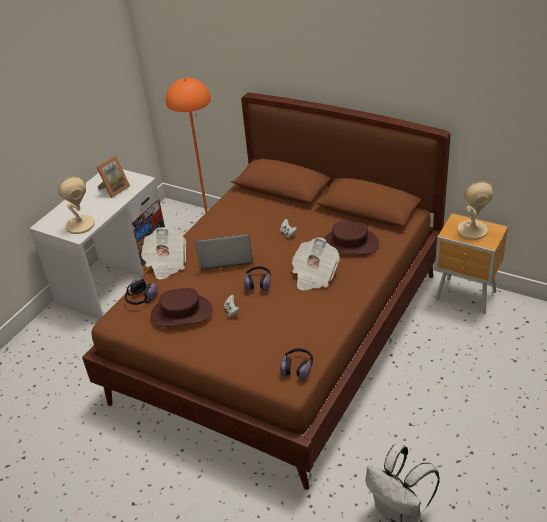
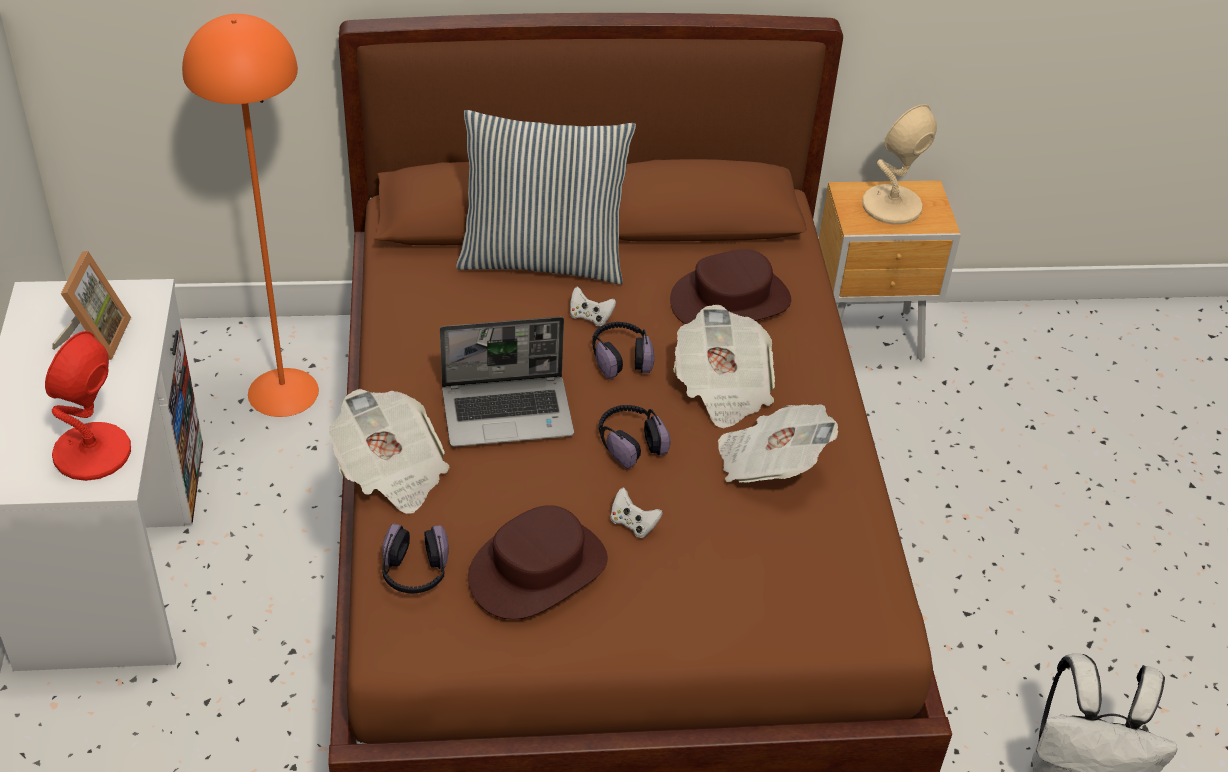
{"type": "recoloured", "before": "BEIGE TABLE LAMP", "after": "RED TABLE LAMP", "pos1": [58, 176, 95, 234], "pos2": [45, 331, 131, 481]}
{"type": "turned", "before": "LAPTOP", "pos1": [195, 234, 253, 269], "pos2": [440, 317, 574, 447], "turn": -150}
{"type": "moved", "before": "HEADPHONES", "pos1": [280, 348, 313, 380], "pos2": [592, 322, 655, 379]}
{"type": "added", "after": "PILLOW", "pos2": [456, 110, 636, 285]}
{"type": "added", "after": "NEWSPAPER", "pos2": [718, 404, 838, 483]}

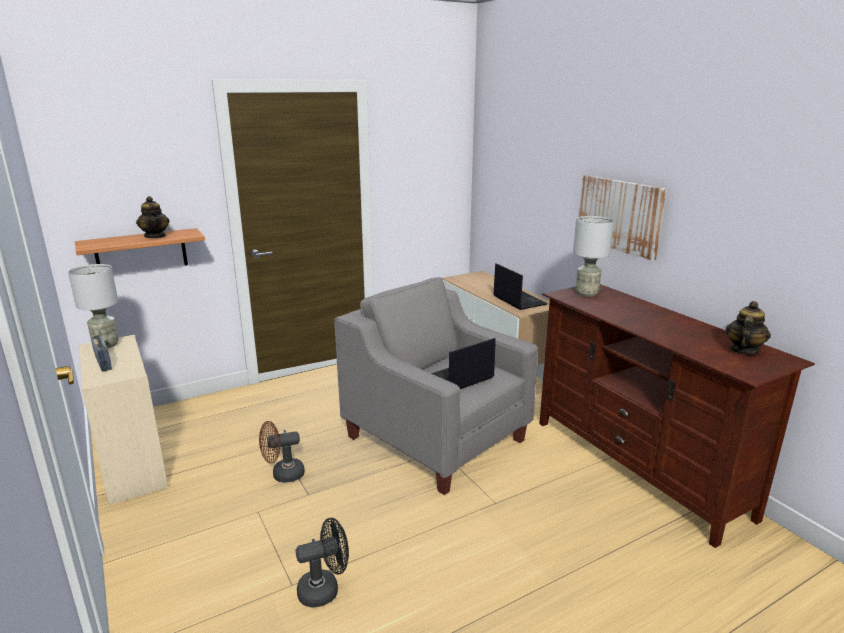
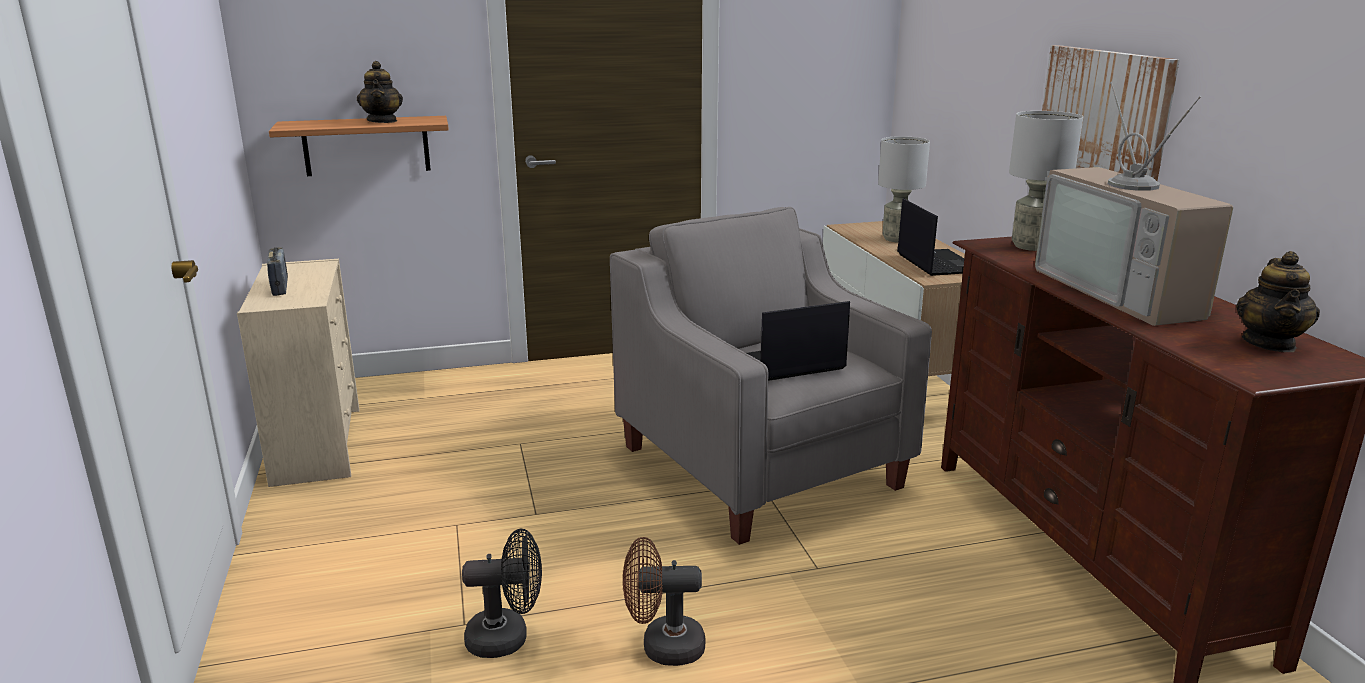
{"type": "moved", "before": "GREY TABLE LAMP", "pos1": [68, 264, 119, 348], "pos2": [878, 136, 930, 243]}
{"type": "moved", "before": "BROWN FAN", "pos1": [259, 421, 305, 483], "pos2": [623, 537, 705, 666]}
{"type": "turned", "before": "TEAPOT", "pos1": [726, 301, 771, 355], "pos2": [1236, 251, 1320, 352], "turn": 150}
{"type": "added", "after": "TELEVISION", "pos2": [1035, 82, 1233, 326]}

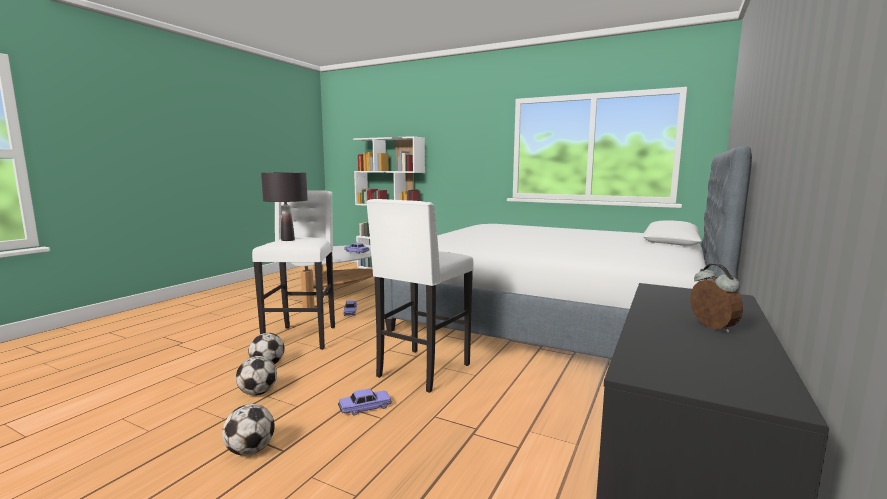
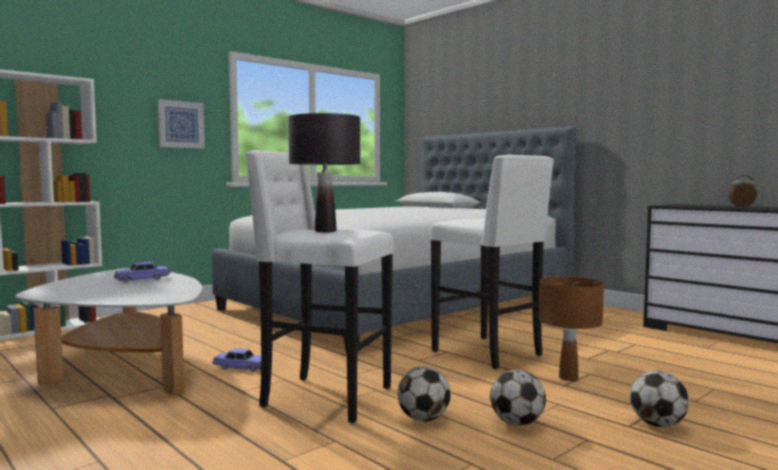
{"type": "replaced", "before": "TOY CAR", "after": "BROWN TABLE LAMP", "pos1": [338, 389, 392, 415], "pos2": [539, 277, 604, 381]}
{"type": "added", "after": "PICTURE", "pos2": [157, 99, 205, 149]}

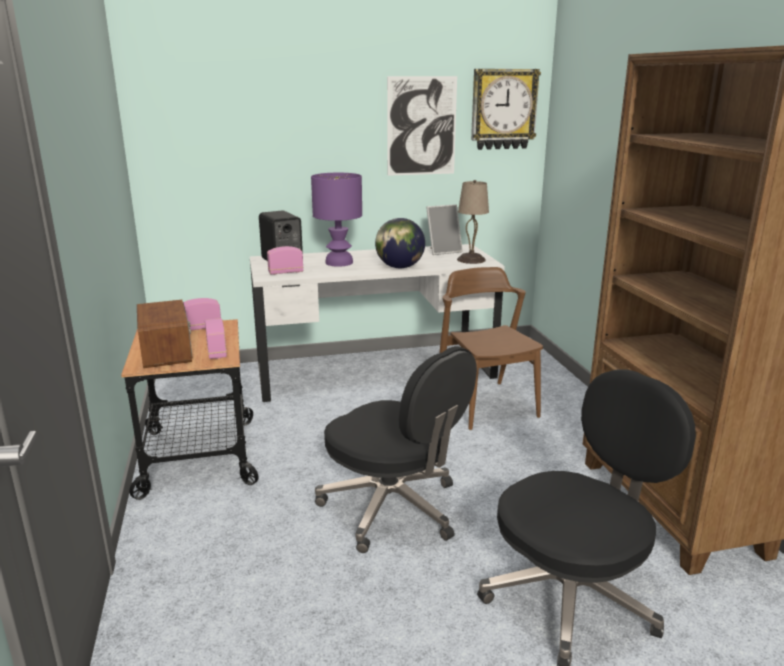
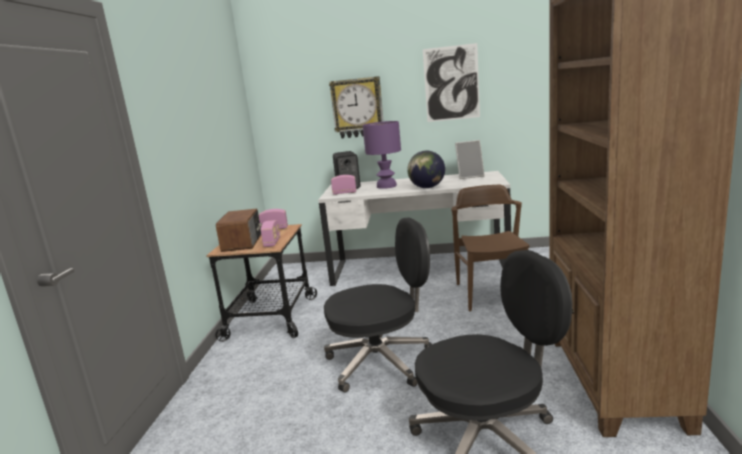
{"type": "turned", "before": "BLACK OFFICE CHAIR", "pos1": [315, 346, 477, 553], "pos2": [324, 218, 432, 393], "turn": -75}
{"type": "removed", "before": "BEIGE TABLE LAMP", "pos1": [457, 180, 489, 264]}
{"type": "moved", "before": "WALL CLOCK", "pos1": [471, 69, 541, 150], "pos2": [329, 76, 384, 138]}

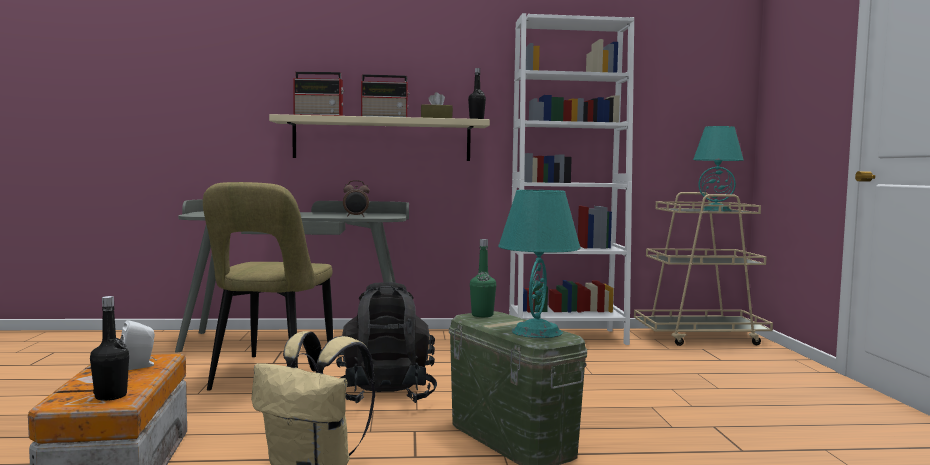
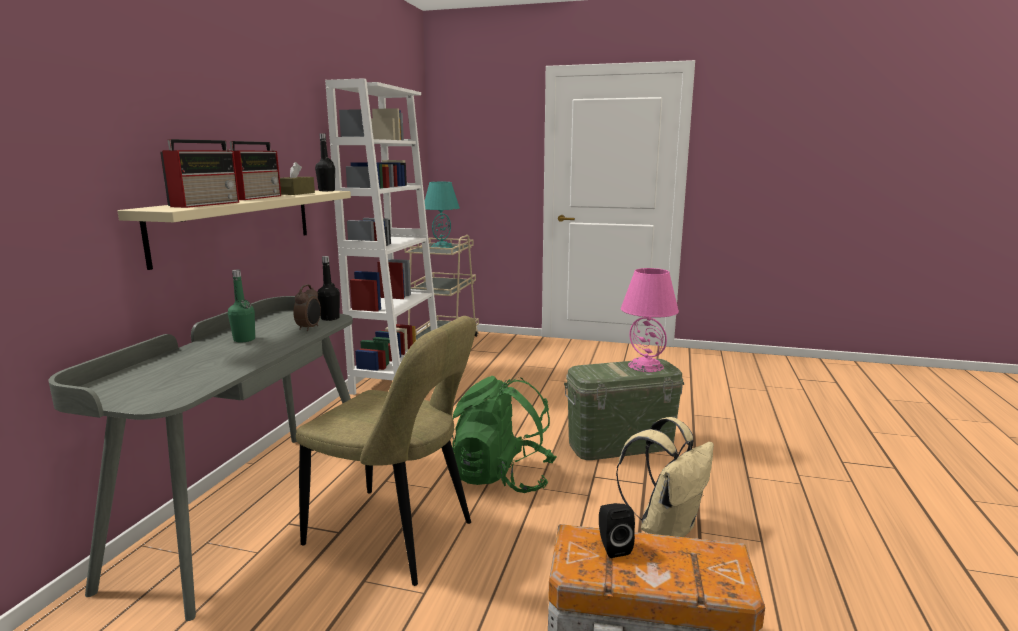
{"type": "moved", "before": "BLACK BOTTLE", "pos1": [90, 296, 129, 401], "pos2": [317, 256, 340, 321]}
{"type": "recoloured", "before": "WHITE SPEAKER", "after": "BLACK SPEAKER", "pos1": [120, 320, 157, 370], "pos2": [599, 503, 635, 558]}
{"type": "recoloured", "before": "BLACK BACKPACK", "after": "GREEN BACKPACK", "pos1": [336, 282, 437, 404], "pos2": [452, 376, 557, 493]}
{"type": "moved", "before": "GREEN BOTTLE", "pos1": [470, 239, 496, 317], "pos2": [228, 269, 255, 343]}
{"type": "recoloured", "before": "TURQUOISE TABLE LAMP", "after": "PINK TABLE LAMP", "pos1": [498, 190, 581, 338], "pos2": [621, 268, 679, 372]}

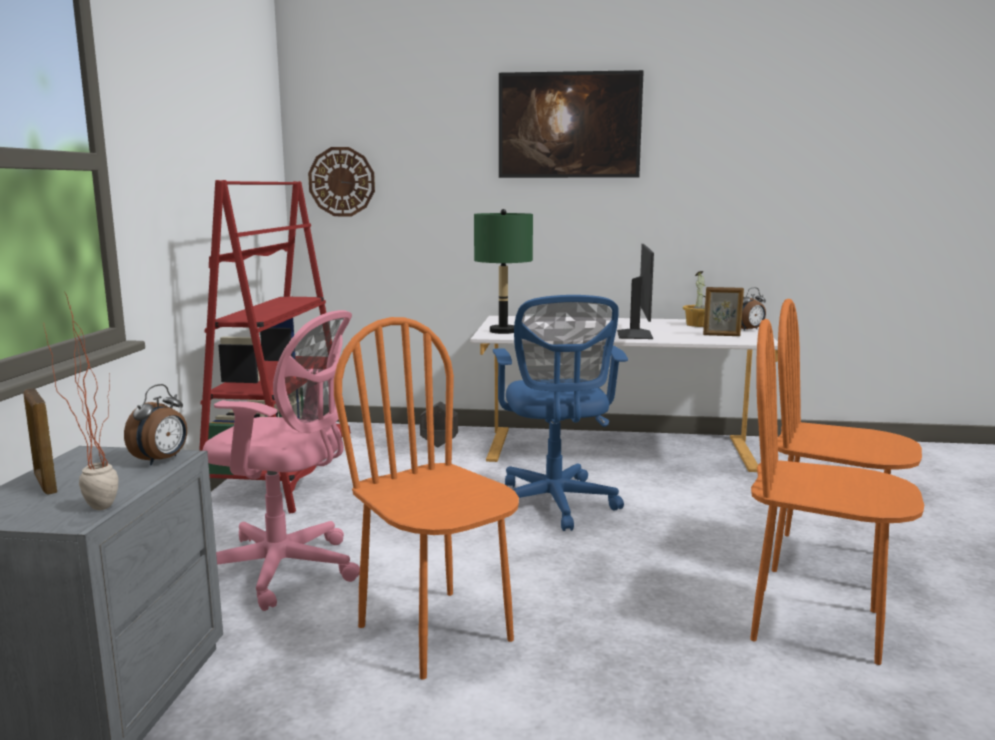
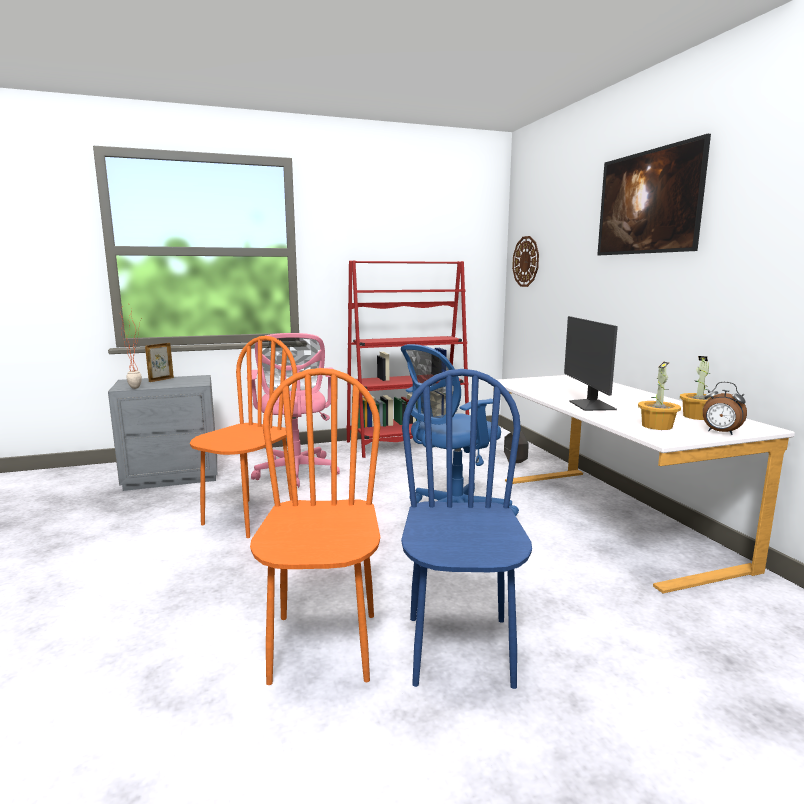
{"type": "removed", "before": "ALARM CLOCK", "pos1": [124, 384, 187, 465]}
{"type": "removed", "before": "GREEN TABLE LAMP", "pos1": [474, 209, 533, 334]}
{"type": "turned", "before": "MONITOR", "pos1": [617, 244, 654, 339], "pos2": [564, 316, 618, 411], "turn": 105}
{"type": "replaced", "before": "PICTURE FRAME", "after": "POTTED PLANT", "pos1": [703, 287, 744, 336], "pos2": [638, 362, 681, 430]}
{"type": "recoloured", "before": "ORANGE CHAIR", "after": "BLUE CHAIR", "pos1": [772, 299, 922, 572], "pos2": [401, 369, 532, 689]}

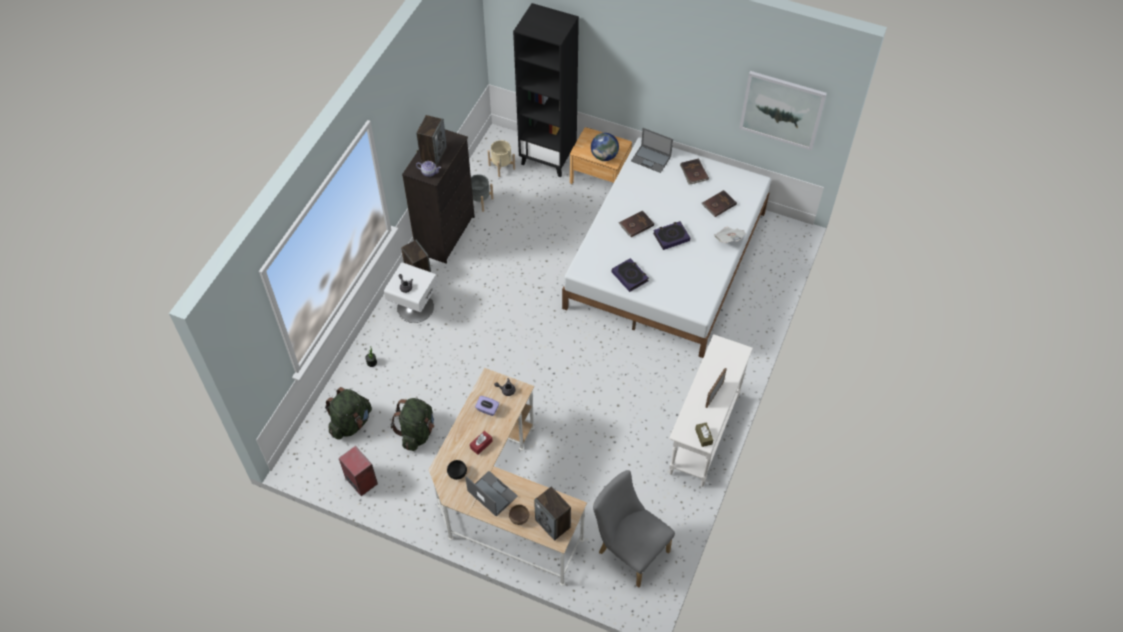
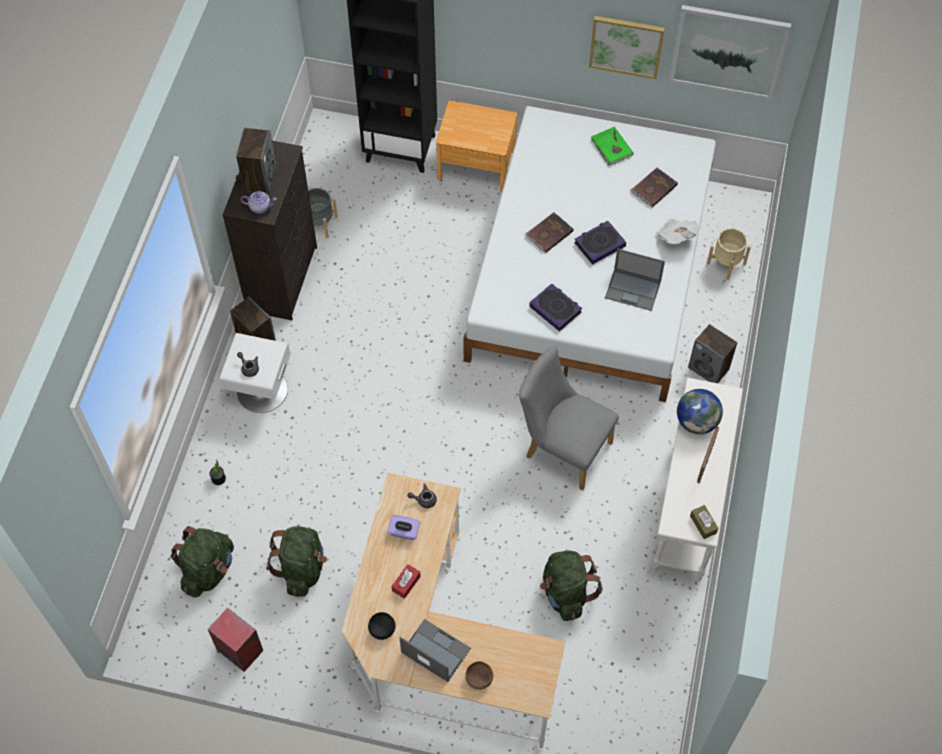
{"type": "moved", "before": "BEIGE PLANTER", "pos1": [488, 140, 515, 177], "pos2": [707, 228, 751, 280]}
{"type": "moved", "before": "SPEAKER", "pos1": [534, 487, 571, 541], "pos2": [688, 324, 737, 383]}
{"type": "moved", "before": "GLOBE", "pos1": [591, 133, 619, 161], "pos2": [677, 389, 723, 434]}
{"type": "moved", "before": "GREY CHAIR", "pos1": [593, 470, 675, 588], "pos2": [519, 346, 619, 491]}
{"type": "moved", "before": "LAPTOP", "pos1": [631, 128, 673, 173], "pos2": [605, 249, 665, 311]}
{"type": "recoloured", "before": "BROWN BOOK", "after": "GREEN BOOK", "pos1": [680, 158, 709, 184], "pos2": [591, 127, 633, 166]}
{"type": "added", "after": "GREEN BACKPACK", "pos2": [540, 551, 603, 621]}
{"type": "added", "after": "PICTURE", "pos2": [589, 16, 665, 79]}

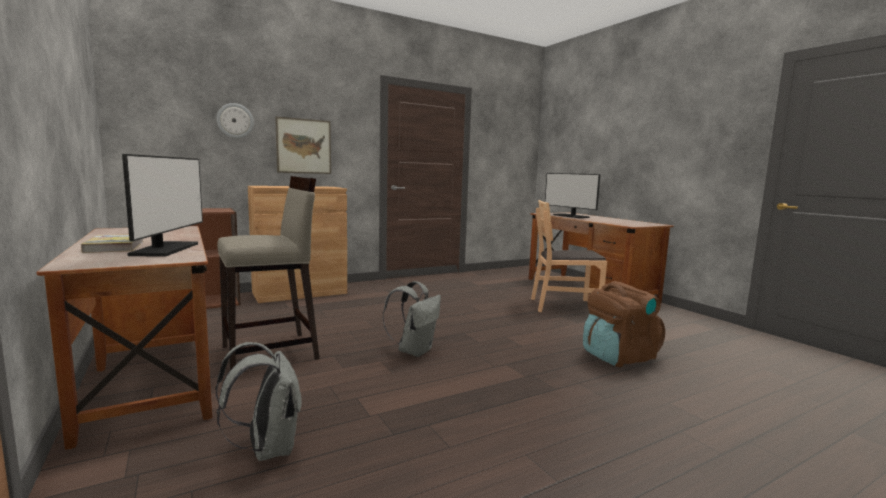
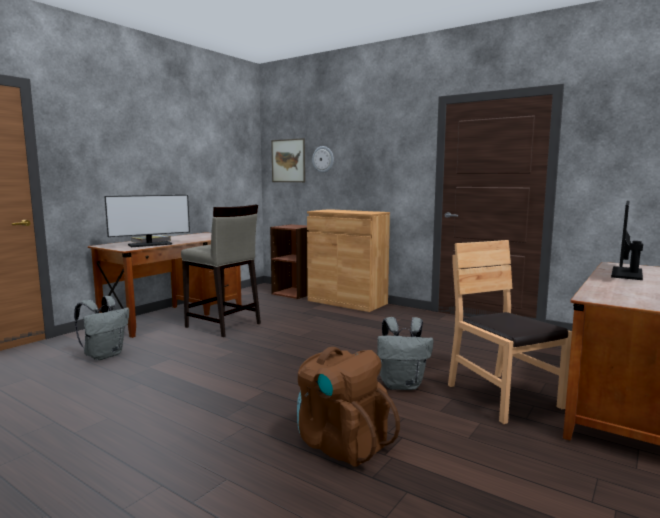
{"type": "moved", "before": "PICTURE", "pos1": [275, 117, 331, 174], "pos2": [271, 138, 305, 182]}
{"type": "moved", "before": "GREY BACKPACK", "pos1": [382, 281, 441, 357], "pos2": [377, 317, 433, 390]}

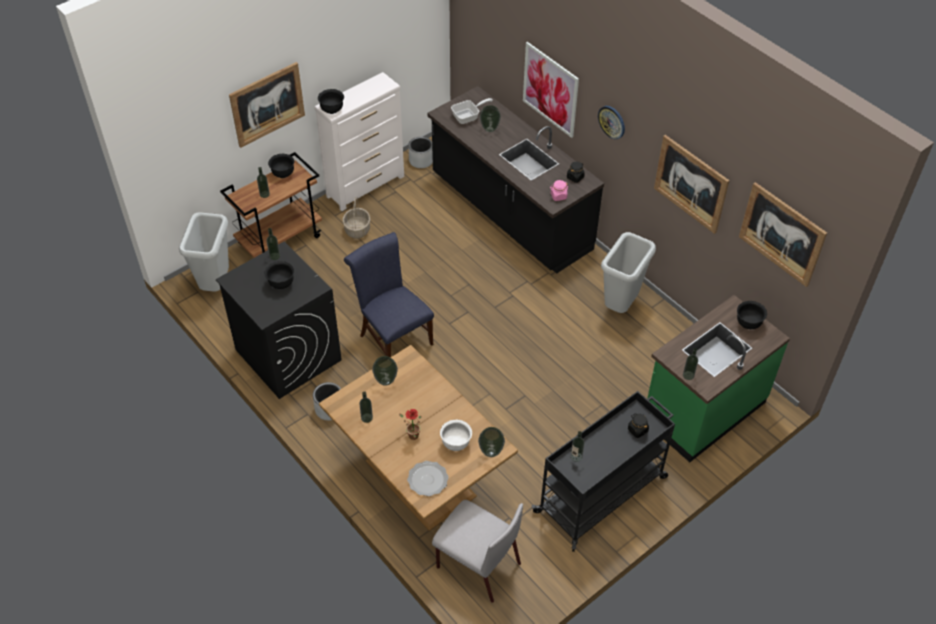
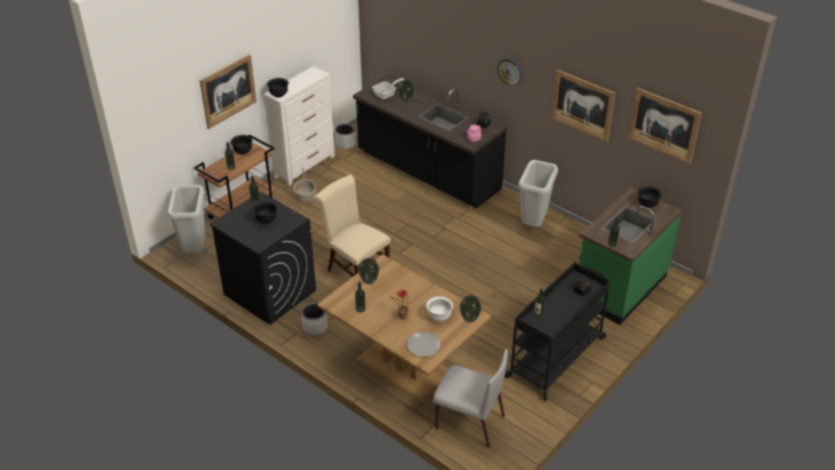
{"type": "recoloured", "before": "BLUE CHAIR", "after": "BEIGE CHAIR", "pos1": [344, 232, 434, 357], "pos2": [314, 174, 391, 277]}
{"type": "removed", "before": "PICTURE", "pos1": [523, 42, 579, 138]}

